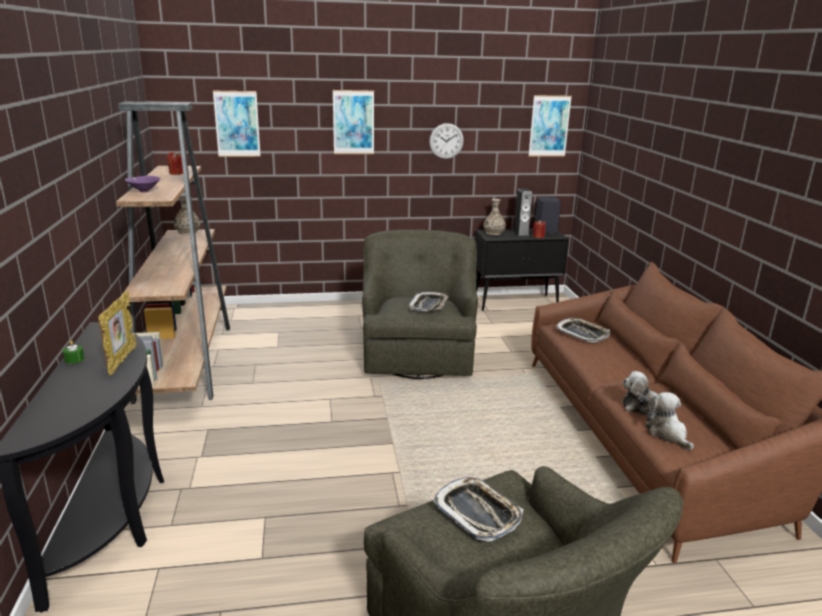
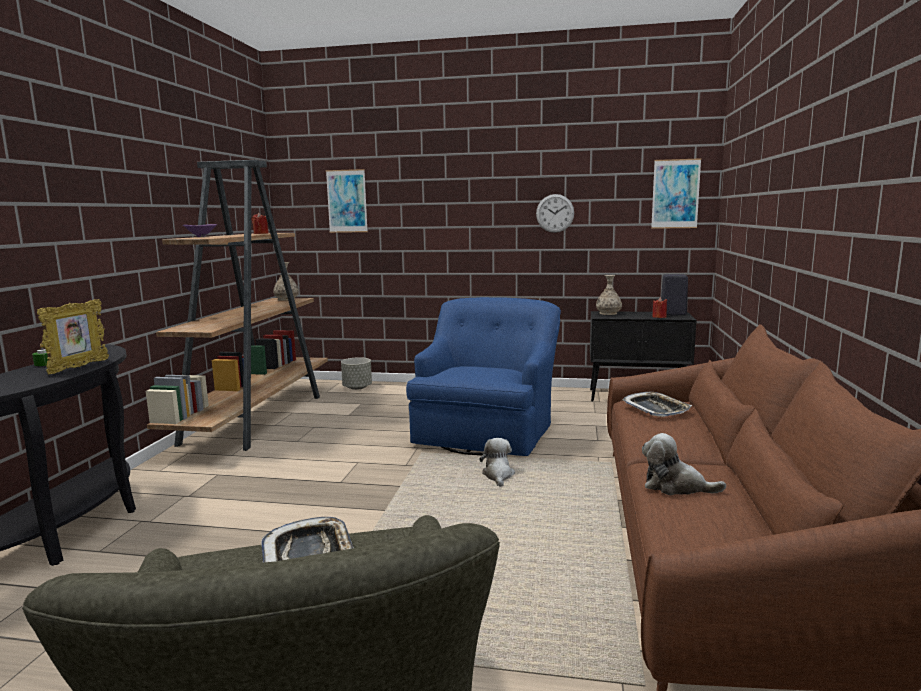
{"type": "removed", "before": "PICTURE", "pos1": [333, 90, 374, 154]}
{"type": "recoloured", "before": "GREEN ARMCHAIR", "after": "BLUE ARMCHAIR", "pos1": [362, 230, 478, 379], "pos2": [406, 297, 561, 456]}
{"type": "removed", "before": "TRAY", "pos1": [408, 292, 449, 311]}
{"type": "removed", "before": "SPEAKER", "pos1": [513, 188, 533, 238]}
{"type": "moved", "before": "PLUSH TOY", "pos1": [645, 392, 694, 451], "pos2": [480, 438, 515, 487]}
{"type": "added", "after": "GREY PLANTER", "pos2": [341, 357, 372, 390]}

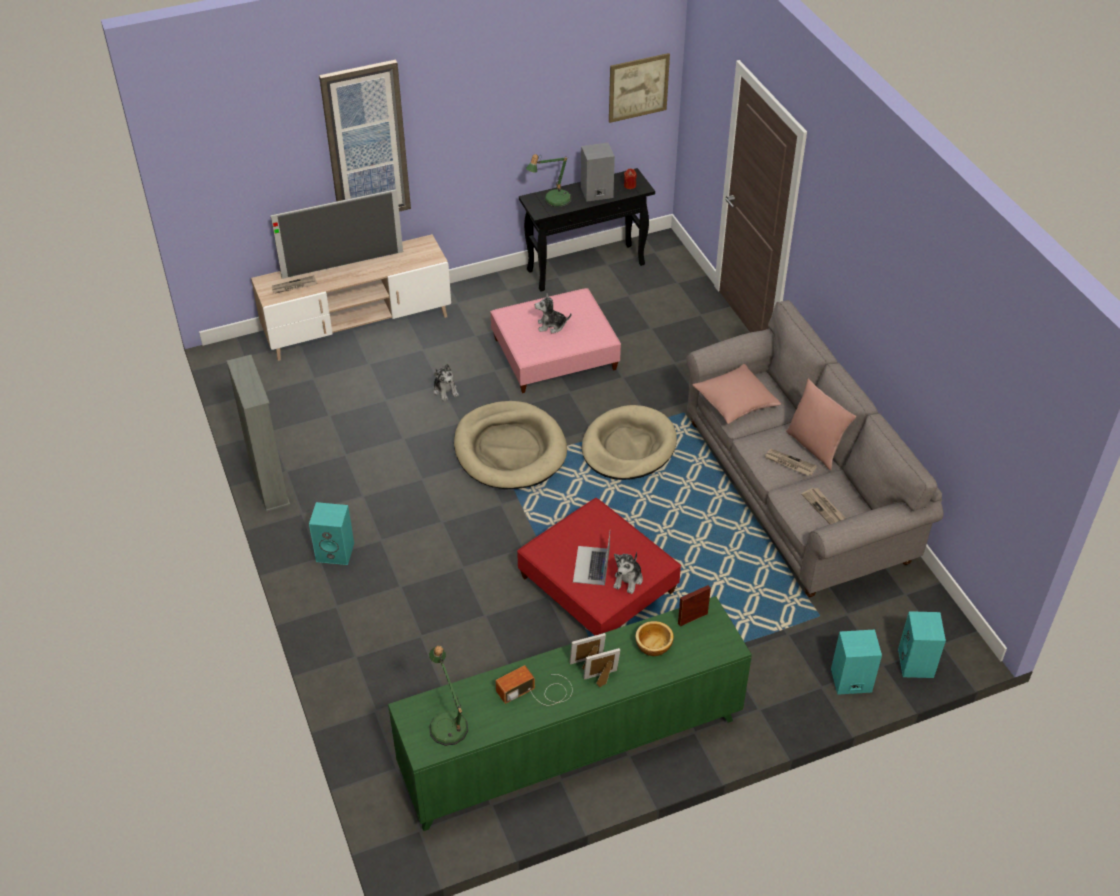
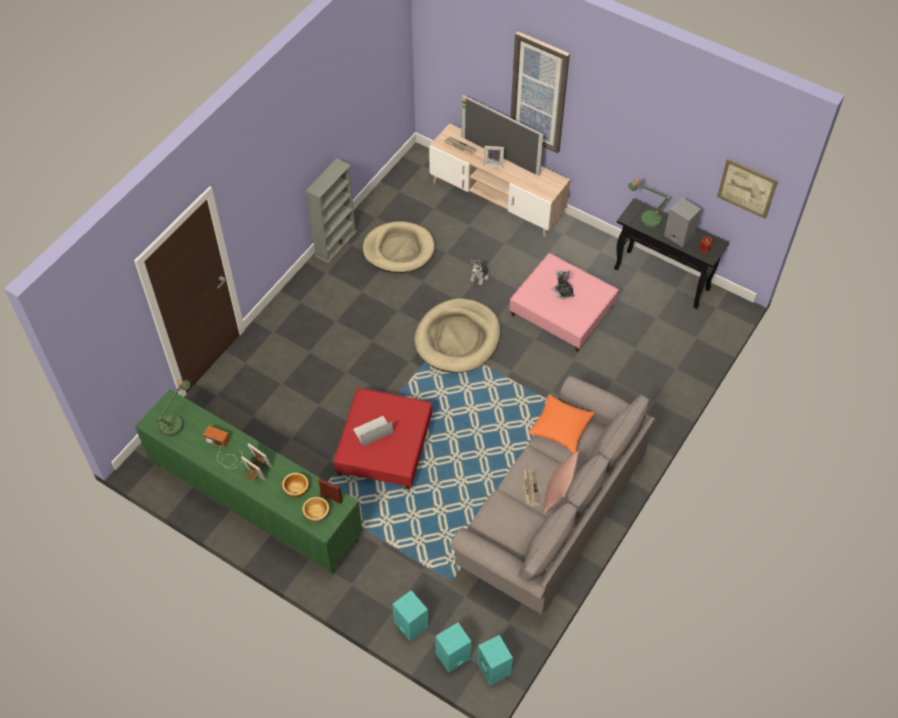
{"type": "moved", "before": "TURQUOISE SPEAKER", "pos1": [309, 502, 354, 565], "pos2": [477, 635, 513, 686]}
{"type": "moved", "before": "BEIGE DOG BED", "pos1": [582, 405, 677, 480], "pos2": [363, 221, 435, 273]}
{"type": "removed", "before": "PLUSH TOY", "pos1": [613, 552, 643, 594]}
{"type": "recoloured", "before": "PINK PILLOW", "after": "ORANGE PILLOW", "pos1": [693, 364, 781, 424], "pos2": [528, 394, 595, 453]}
{"type": "removed", "before": "NEWSPAPER", "pos1": [801, 488, 846, 524]}
{"type": "added", "after": "BOWL", "pos2": [302, 497, 329, 522]}
{"type": "added", "after": "PICTURE FRAME", "pos2": [484, 146, 504, 167]}

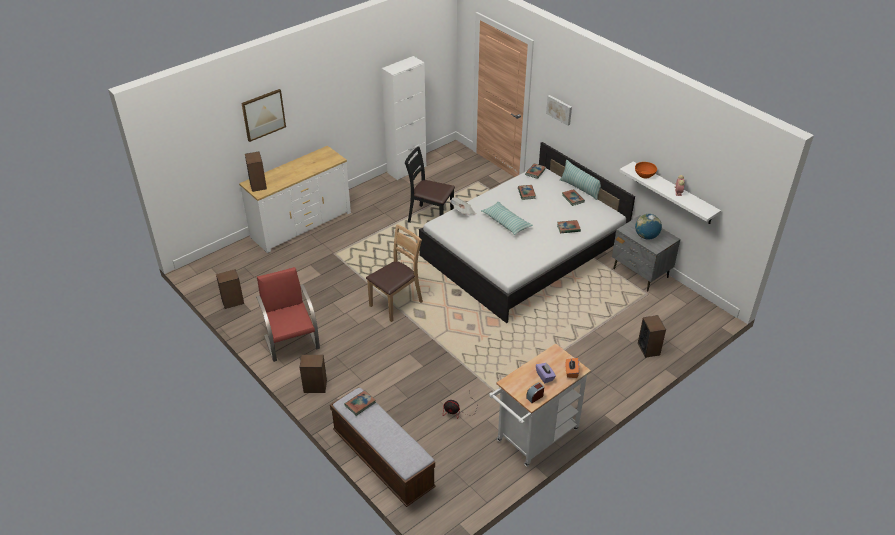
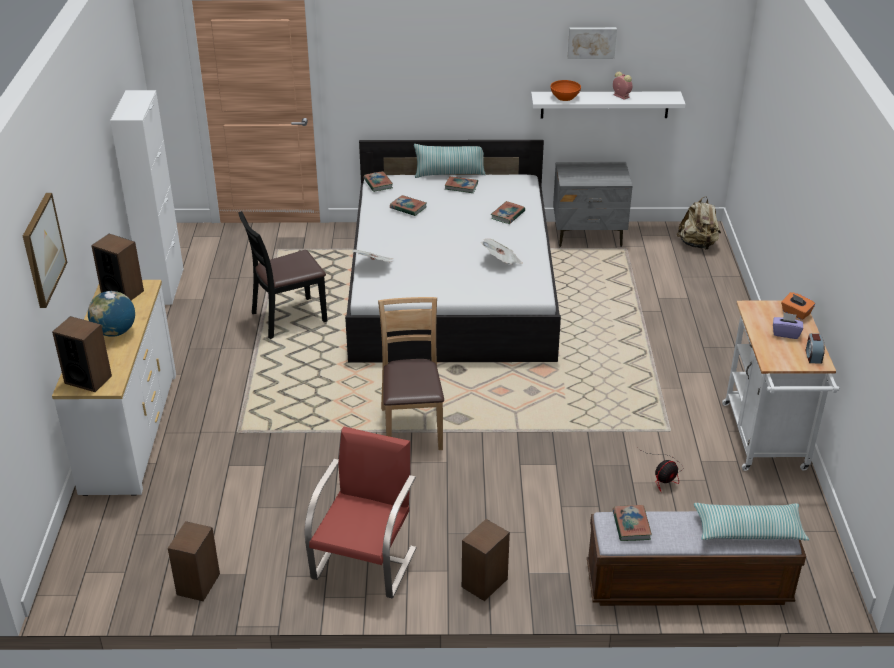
{"type": "turned", "before": "RED CHAIR", "pos1": [256, 267, 320, 362], "pos2": [304, 427, 417, 598], "turn": 90}
{"type": "moved", "before": "PILLOW", "pos1": [481, 202, 533, 235], "pos2": [694, 503, 809, 541]}
{"type": "moved", "before": "PICTURE", "pos1": [546, 95, 572, 126], "pos2": [568, 27, 617, 59]}
{"type": "moved", "before": "GLOBE", "pos1": [635, 214, 662, 240], "pos2": [88, 291, 135, 337]}
{"type": "moved", "before": "SPEAKER", "pos1": [638, 315, 666, 358], "pos2": [91, 234, 144, 300]}
{"type": "added", "after": "NEWSPAPER", "pos2": [481, 239, 523, 264]}
{"type": "added", "after": "BEIGE BACKPACK", "pos2": [677, 197, 721, 250]}

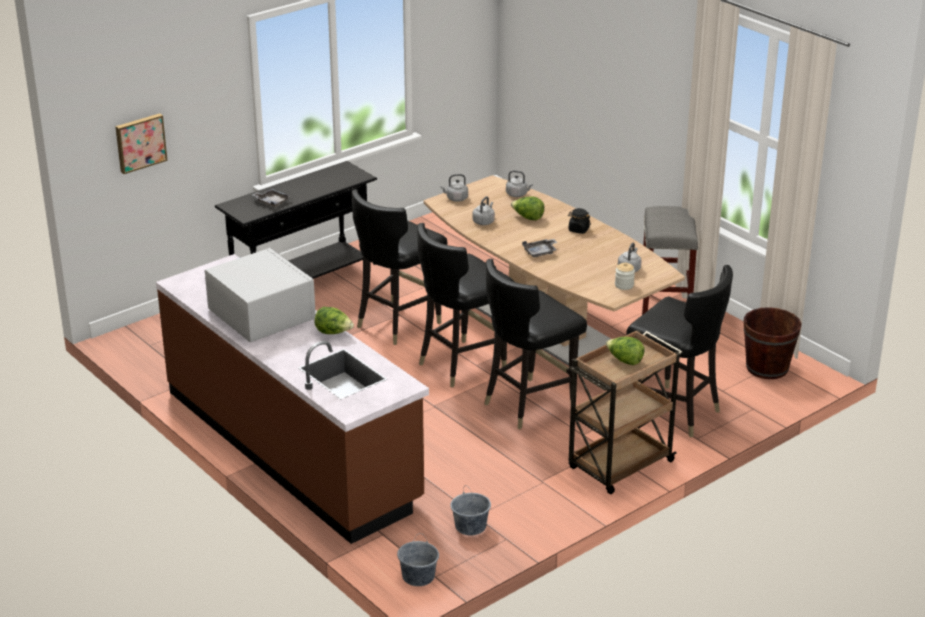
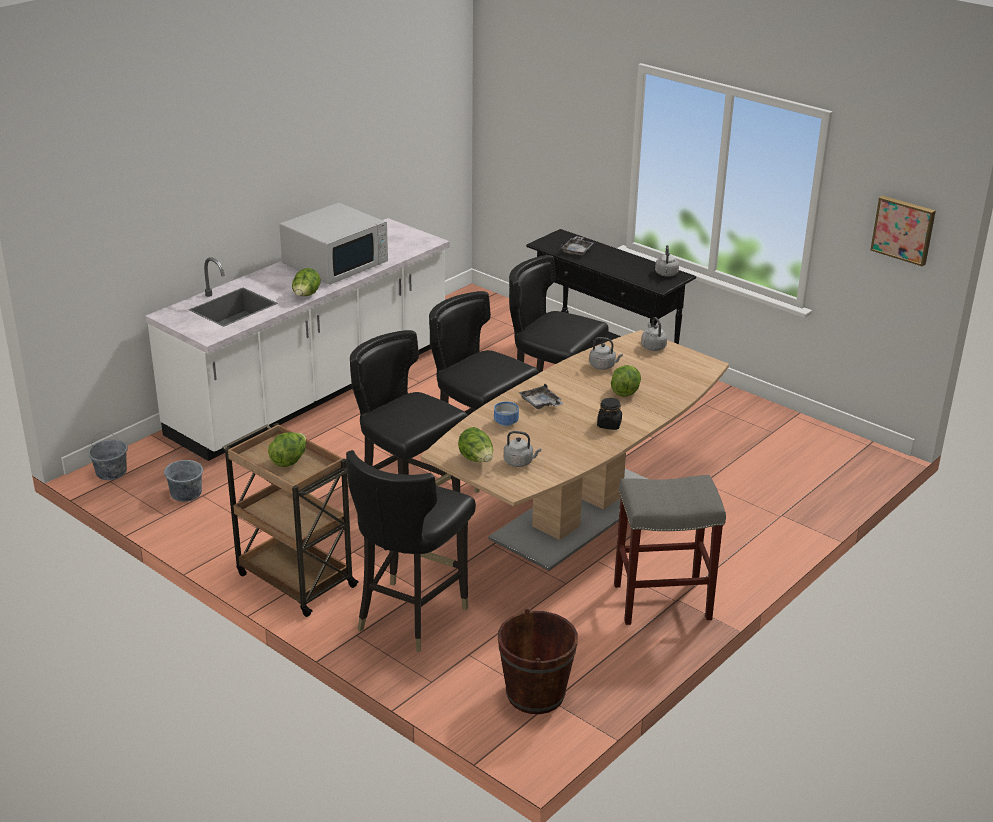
{"type": "moved", "before": "PICTURE", "pos1": [115, 113, 168, 174], "pos2": [870, 195, 936, 266]}
{"type": "recoloured", "before": "BROWN COUNTER", "after": "WHITE COUNTER", "pos1": [156, 254, 429, 544], "pos2": [145, 218, 450, 461]}
{"type": "moved", "before": "GREY KETTLE", "pos1": [506, 170, 533, 197], "pos2": [655, 245, 679, 277]}
{"type": "replaced", "before": "JAR", "after": "LETTUCE", "pos1": [615, 262, 635, 290], "pos2": [458, 427, 493, 462]}
{"type": "added", "after": "BOWL", "pos2": [494, 402, 519, 427]}

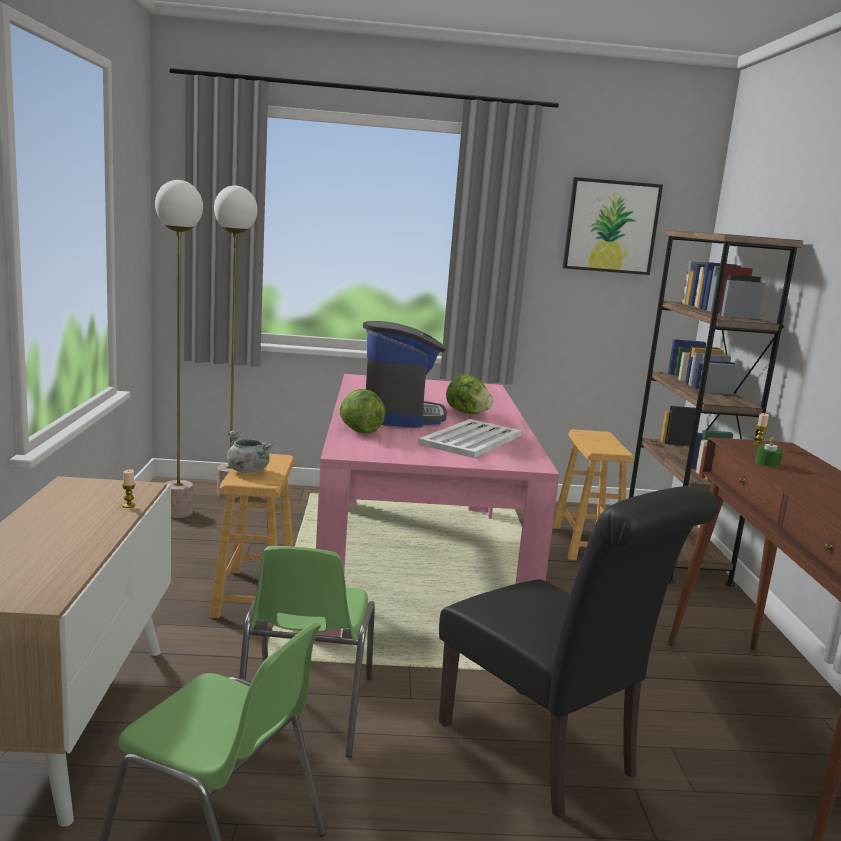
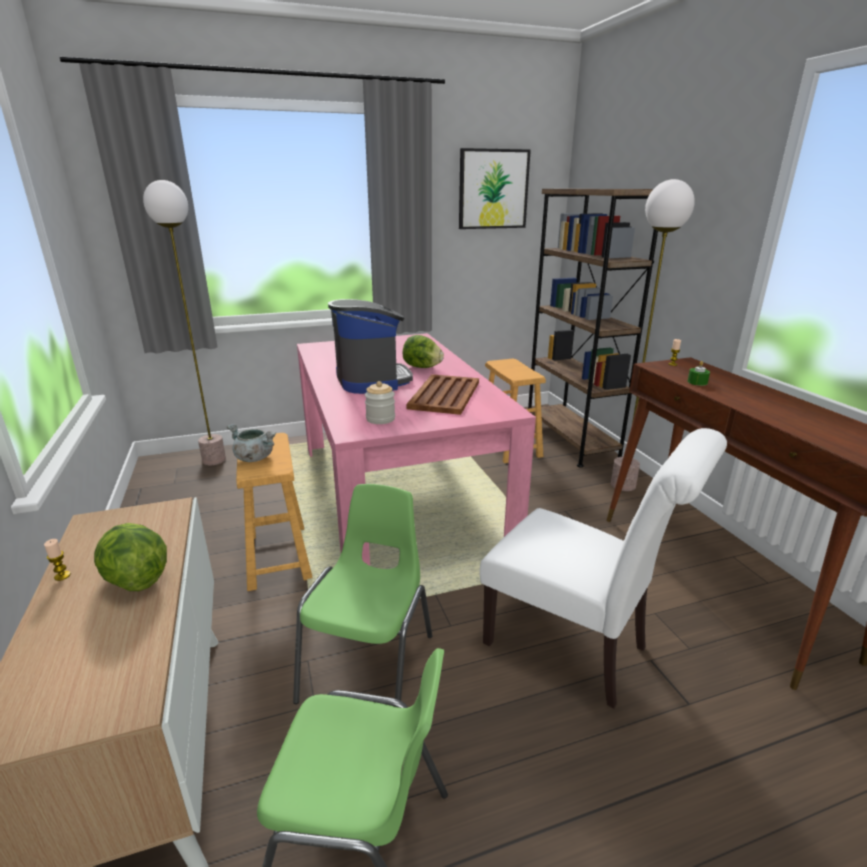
{"type": "moved", "before": "CANDLE", "pos1": [122, 469, 136, 508], "pos2": [44, 539, 71, 581]}
{"type": "moved", "before": "FLOOR LAMP", "pos1": [155, 180, 203, 518], "pos2": [611, 179, 695, 491]}
{"type": "turned", "before": "GREEN CHAIR", "pos1": [239, 546, 375, 758], "pos2": [293, 484, 432, 704], "turn": -150}
{"type": "moved", "before": "LETTUCE", "pos1": [339, 389, 385, 434], "pos2": [94, 523, 167, 591]}
{"type": "recoloured", "before": "WHITE TRAY", "after": "BROWN TRAY", "pos1": [418, 419, 522, 458], "pos2": [406, 374, 479, 415]}
{"type": "recoloured", "before": "BLACK CHAIR", "after": "WHITE CHAIR", "pos1": [439, 486, 719, 819], "pos2": [480, 428, 727, 709]}
{"type": "added", "after": "JAR", "pos2": [365, 381, 395, 424]}

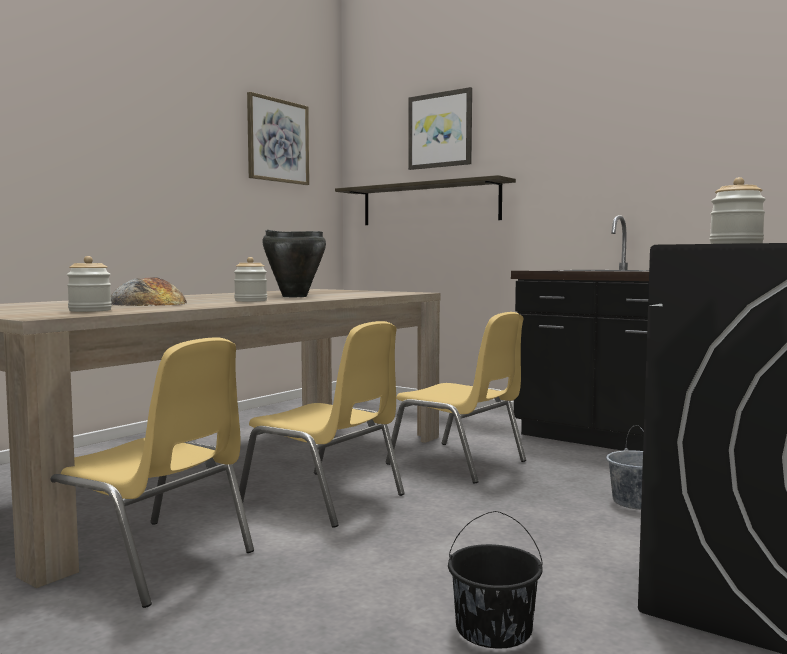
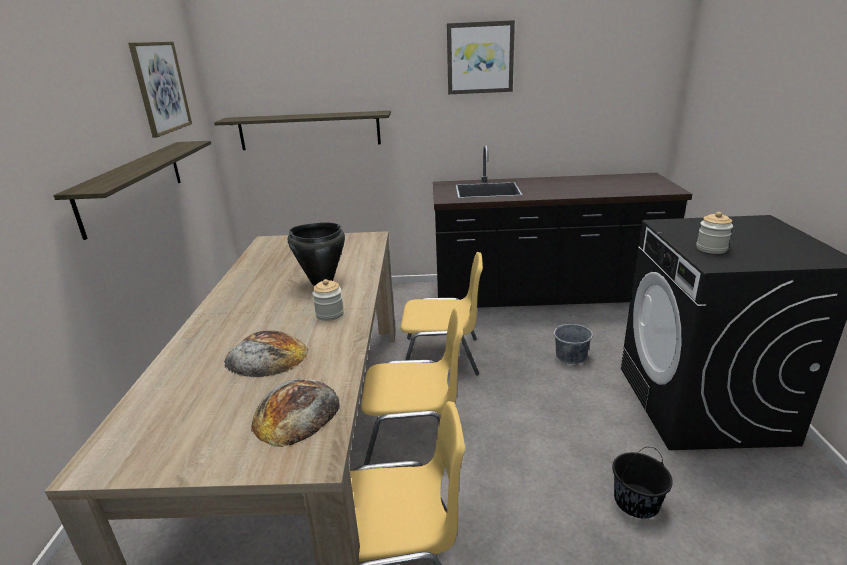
{"type": "replaced", "before": "JAR", "after": "BREAD", "pos1": [67, 256, 112, 312], "pos2": [251, 379, 340, 447]}
{"type": "moved", "before": "PICTURE", "pos1": [408, 87, 472, 170], "pos2": [447, 20, 515, 94]}
{"type": "added", "after": "SHELF", "pos2": [54, 141, 211, 240]}

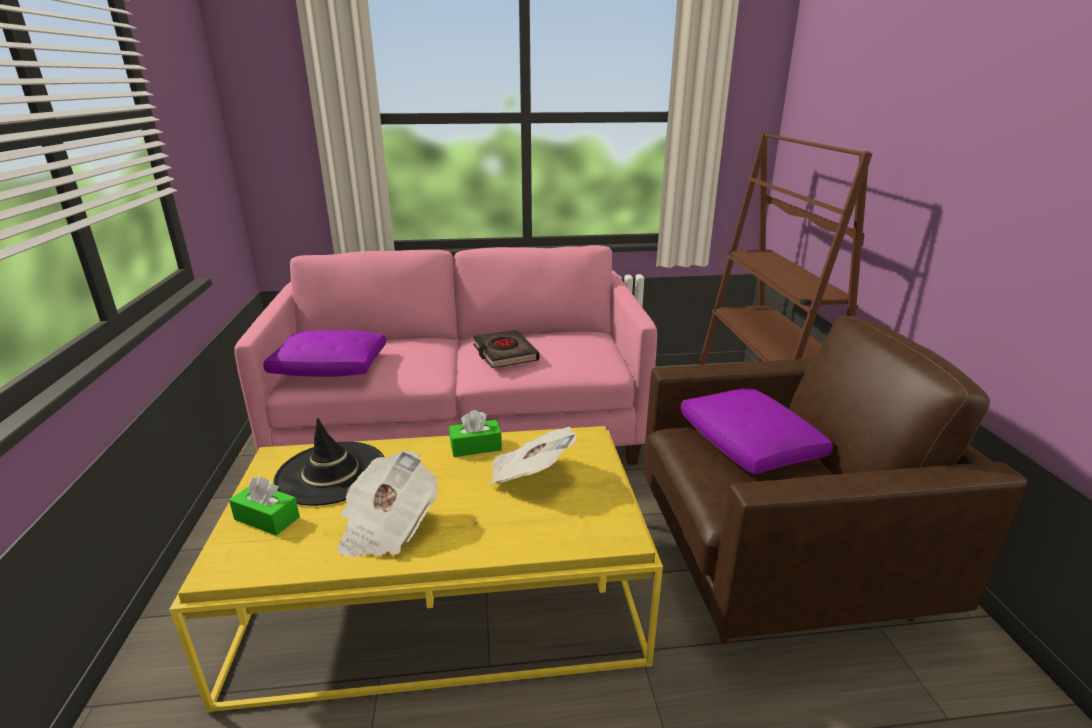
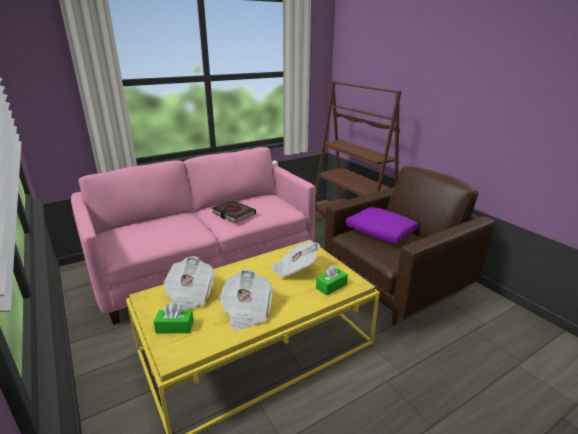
{"type": "removed", "before": "PURPLE PILLOW", "pos1": [263, 330, 386, 377]}
{"type": "replaced", "before": "BLACK HAT", "after": "NEWSPAPER", "pos1": [273, 418, 384, 506], "pos2": [163, 256, 215, 310]}
{"type": "moved", "before": "GREEN TISSUE BOX", "pos1": [449, 410, 502, 457], "pos2": [316, 265, 348, 295]}

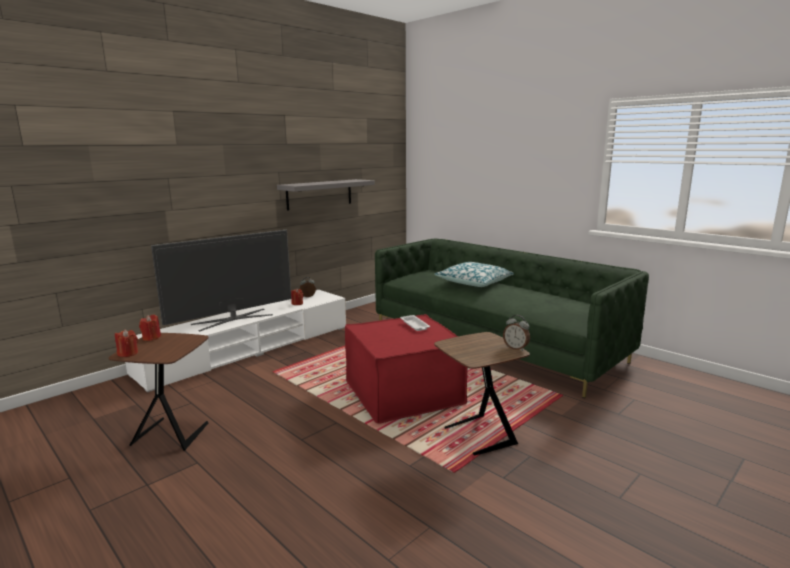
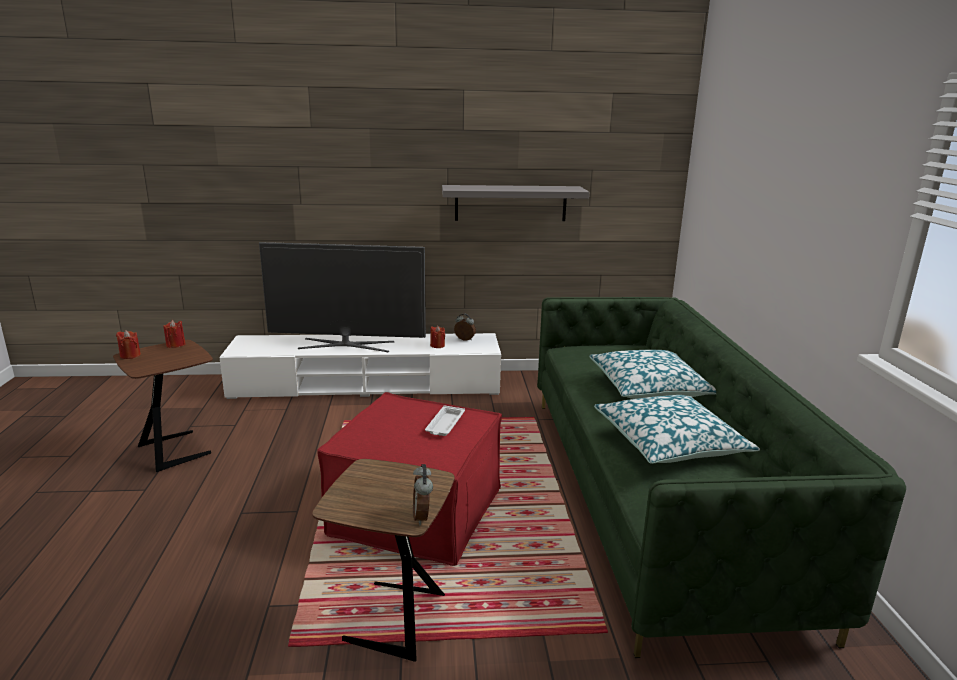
{"type": "added", "after": "PILLOW", "pos2": [594, 395, 760, 464]}

